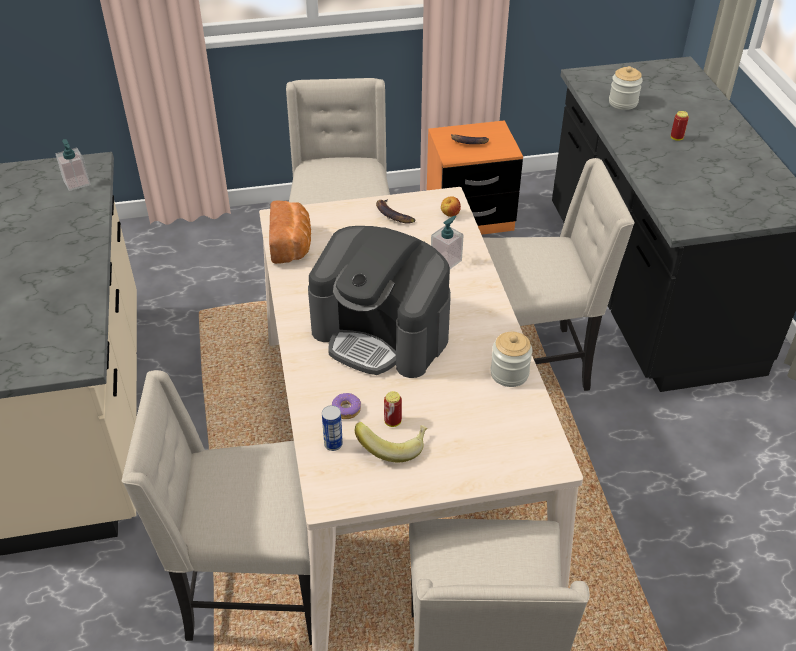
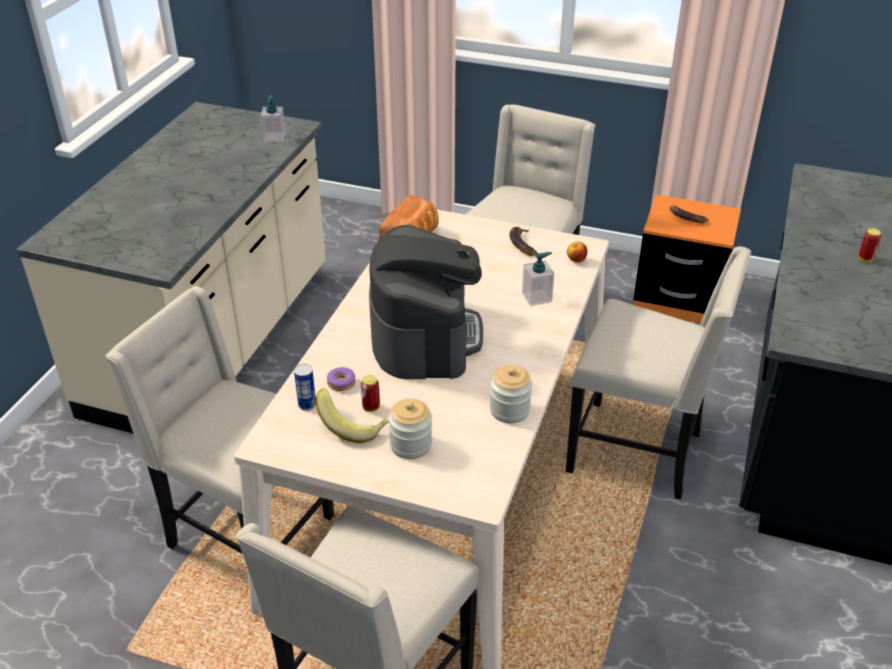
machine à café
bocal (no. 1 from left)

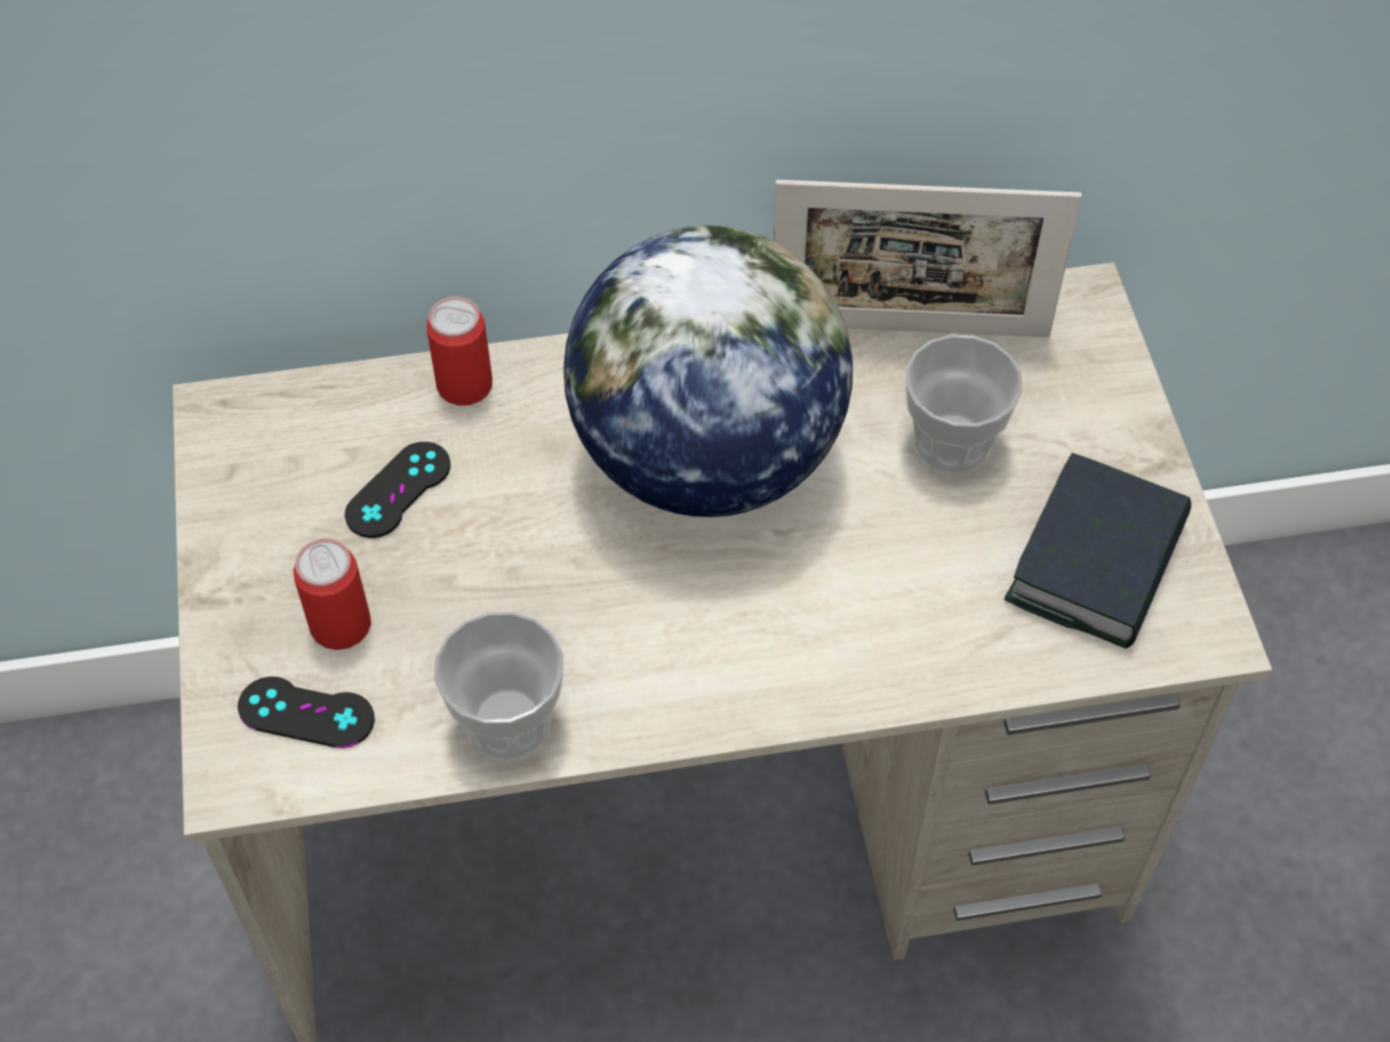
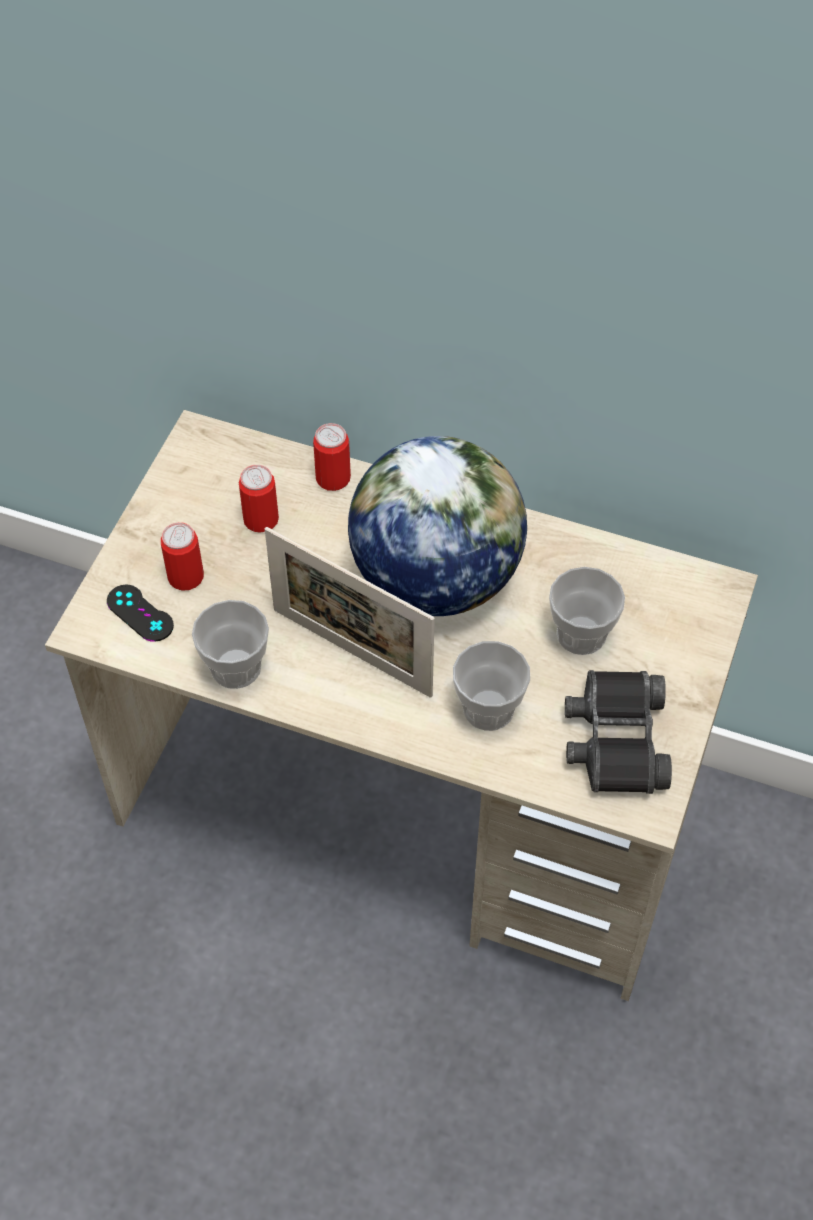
boîte métallique (no. 2 from left)
cadre photo
jumelles [noir]
tasse (no. 2 from left)

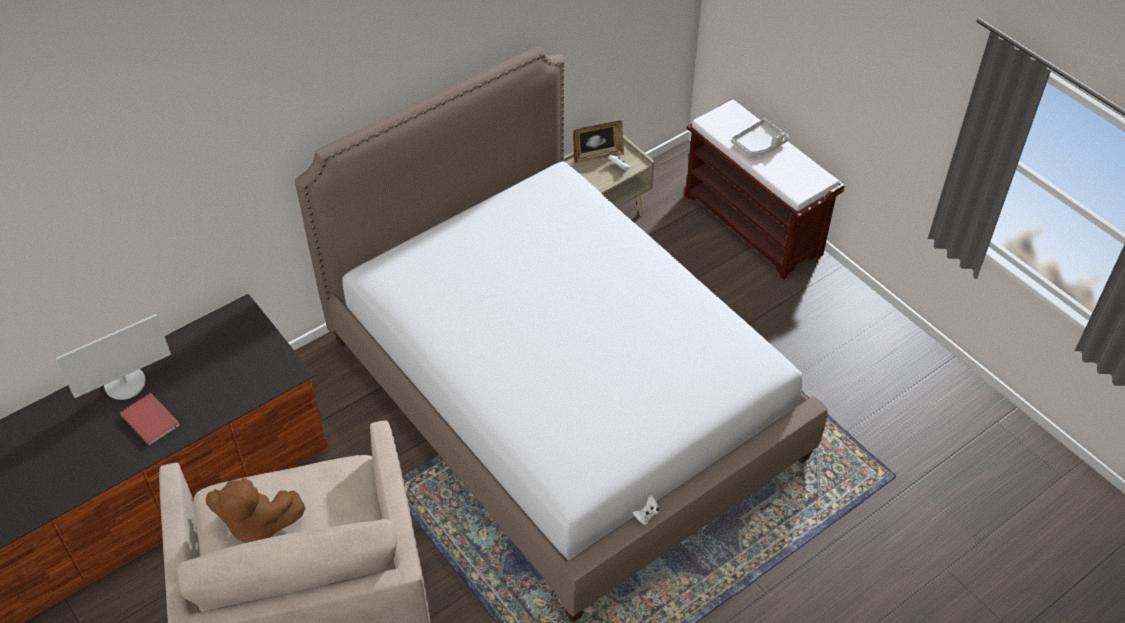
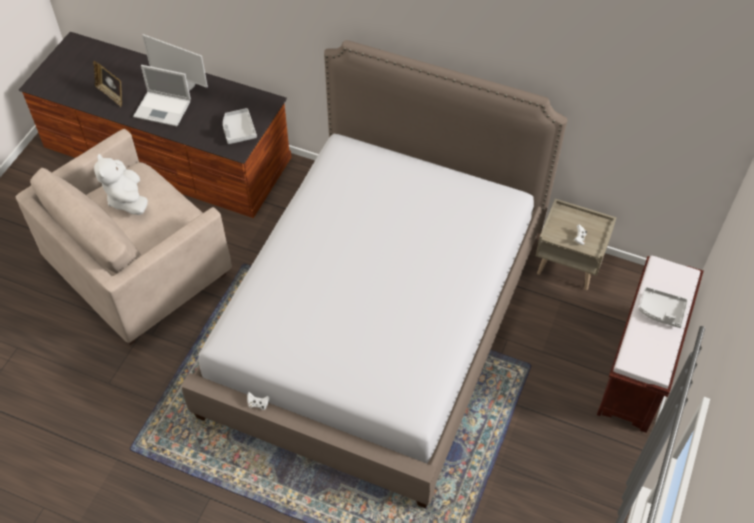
ordinateur portable
peluche [blanc]
cadre photo
plateau [gris] (no. 1 from left)

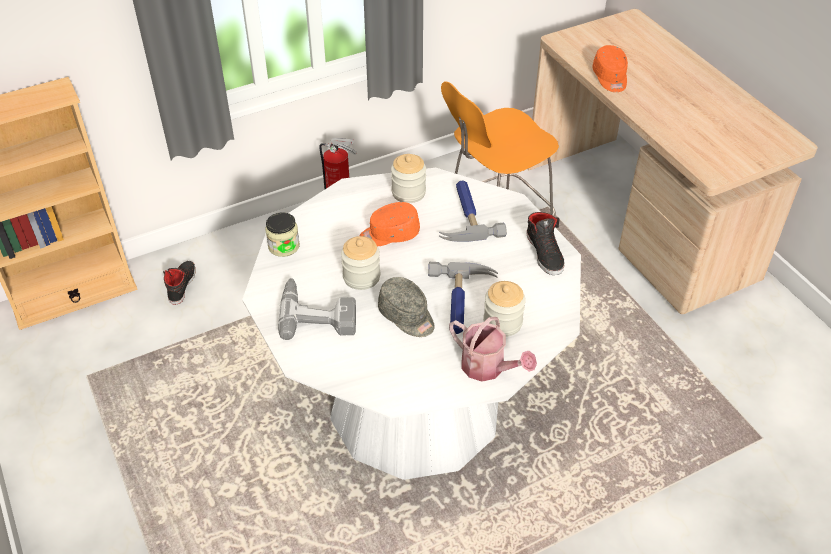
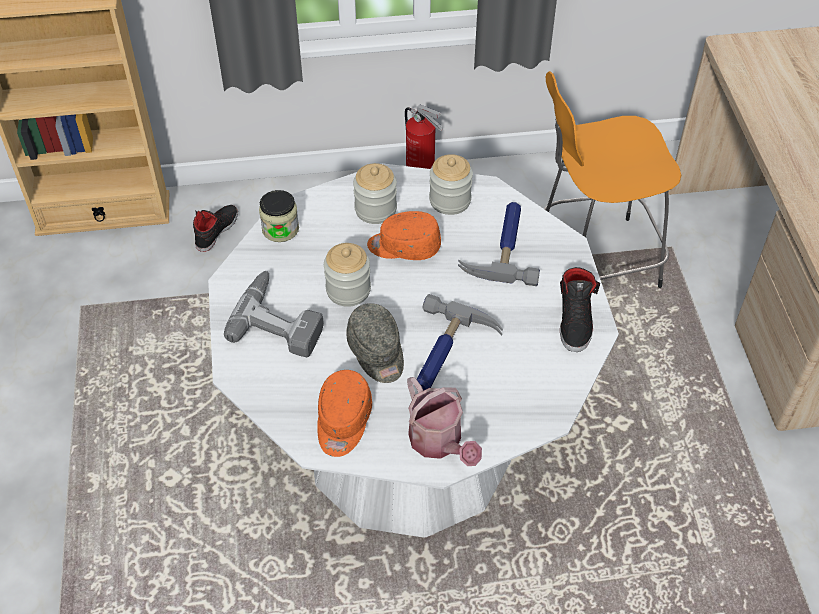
bocal (no. 3 from left)
casquette [orange] (no. 1 from left)

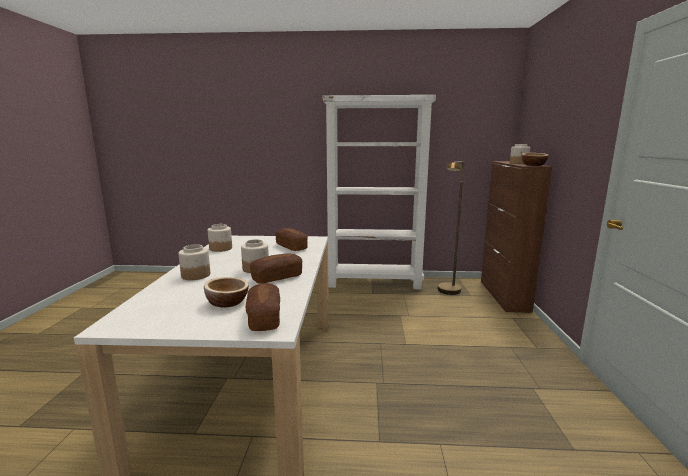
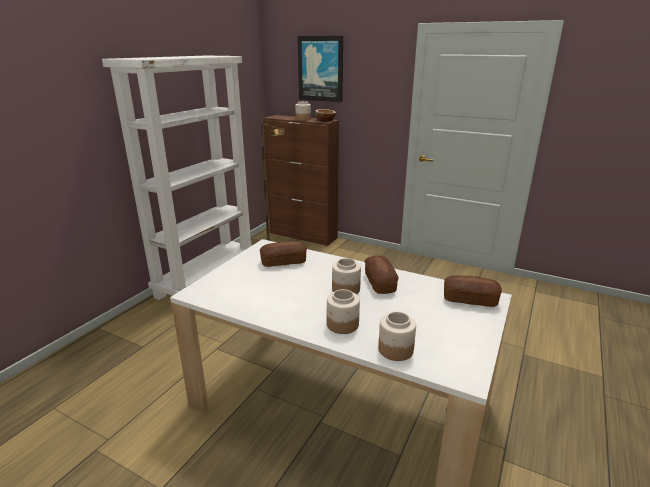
bol (no. 1 from left in the first image)
bocal (no. 4 from left)
tableau

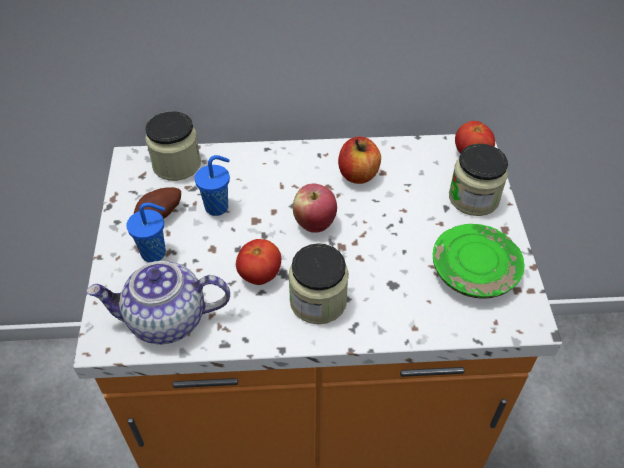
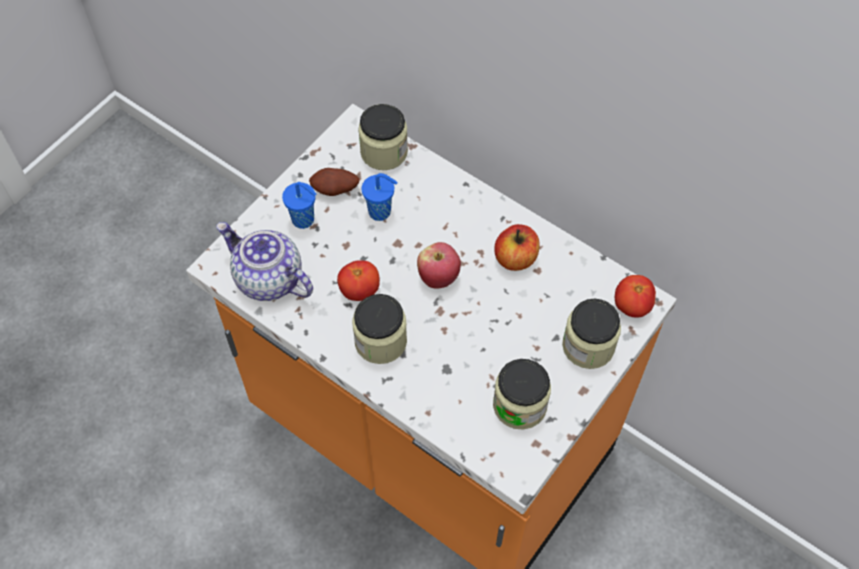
bocal (no. 3 from left)

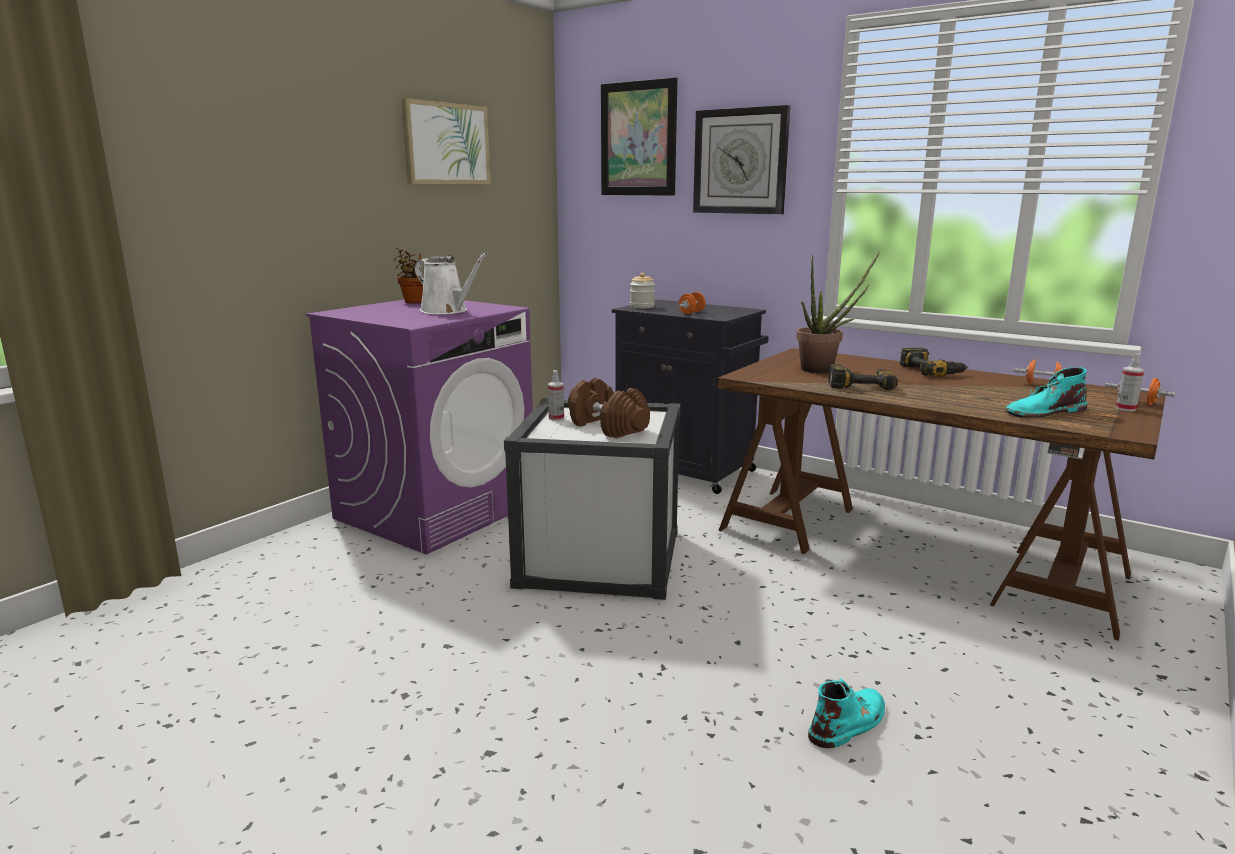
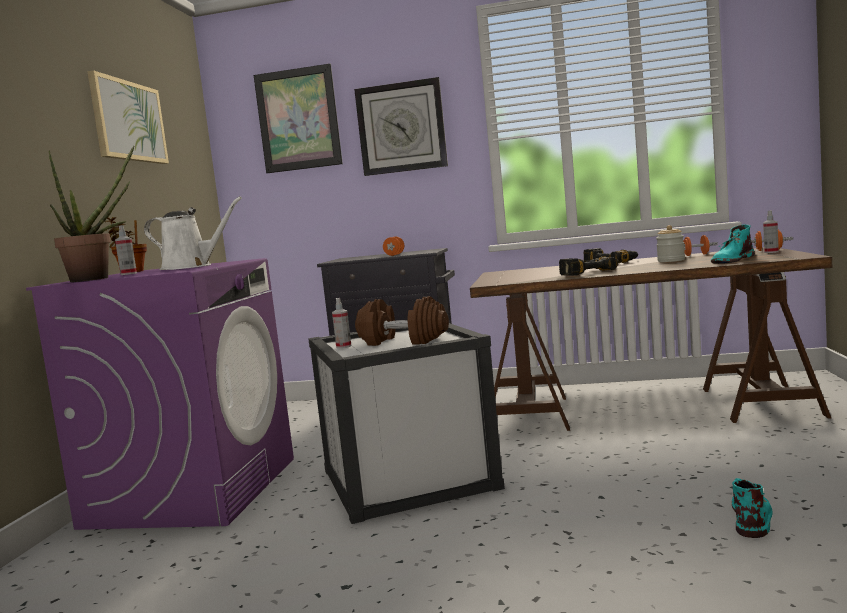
bocal
plante en pot (no. 1 from left)
vaporisateur (no. 1 from left)

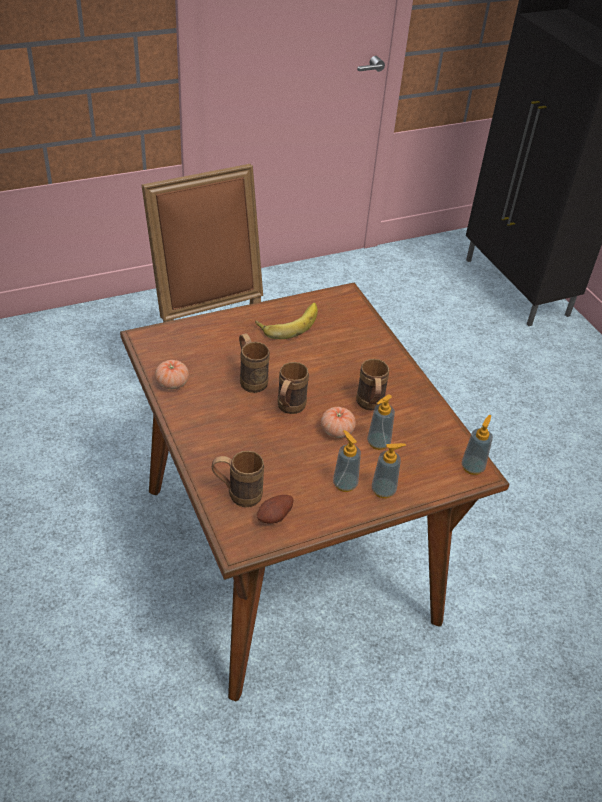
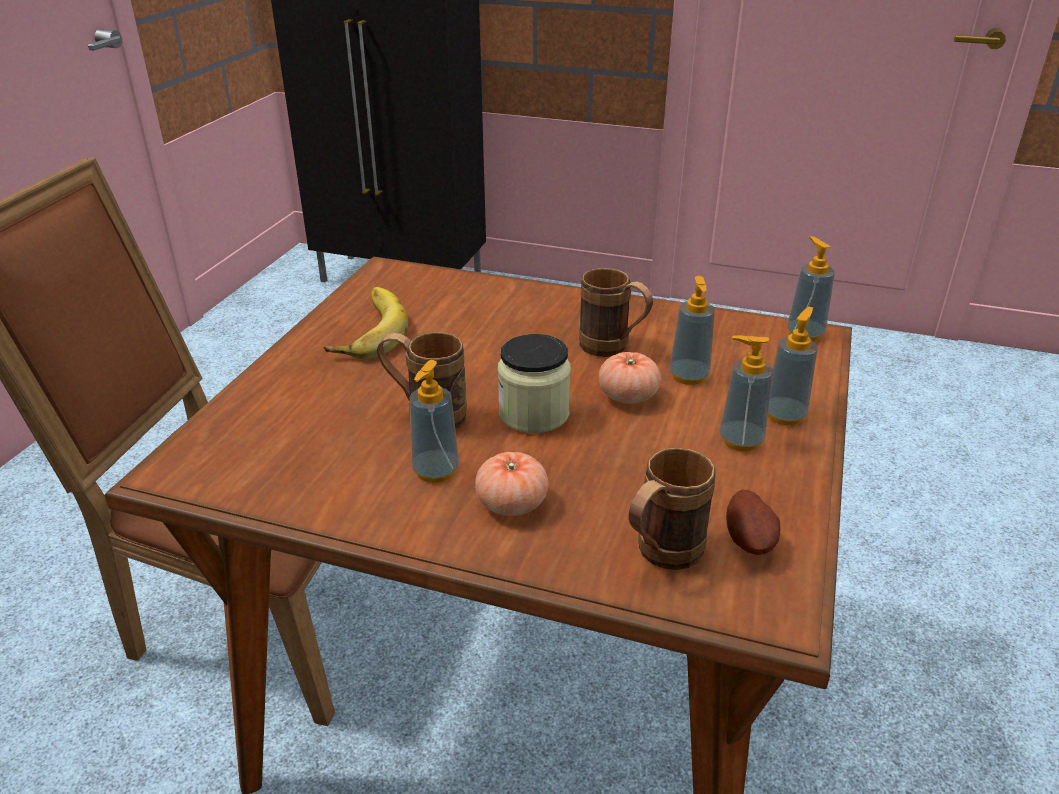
tomate (no. 1 from left)
bocal
distributeur de savon (no. 1 from left)

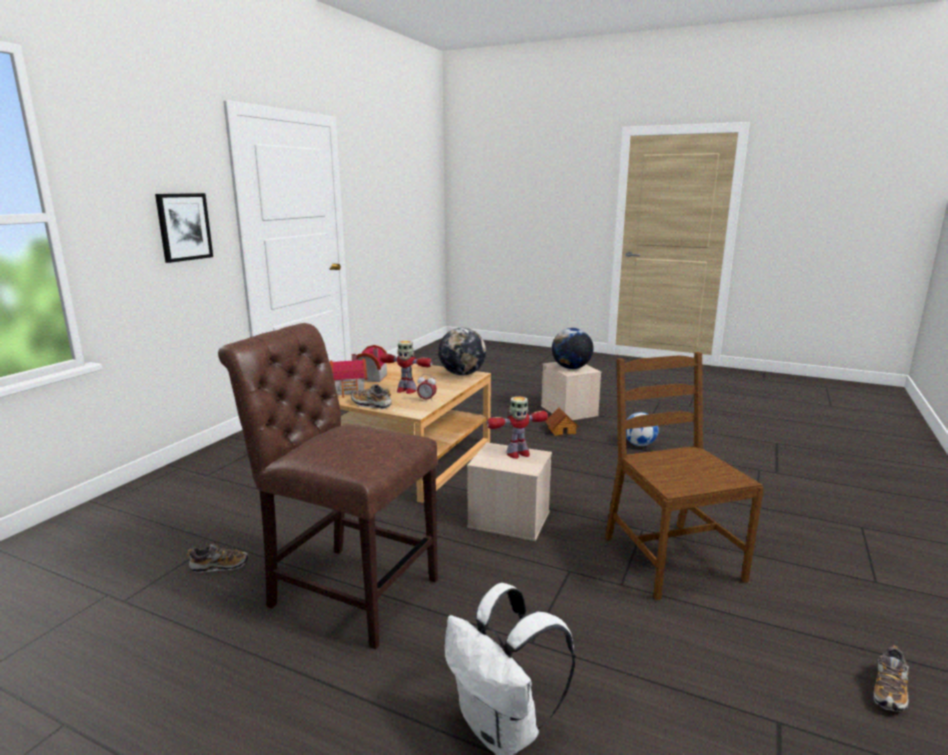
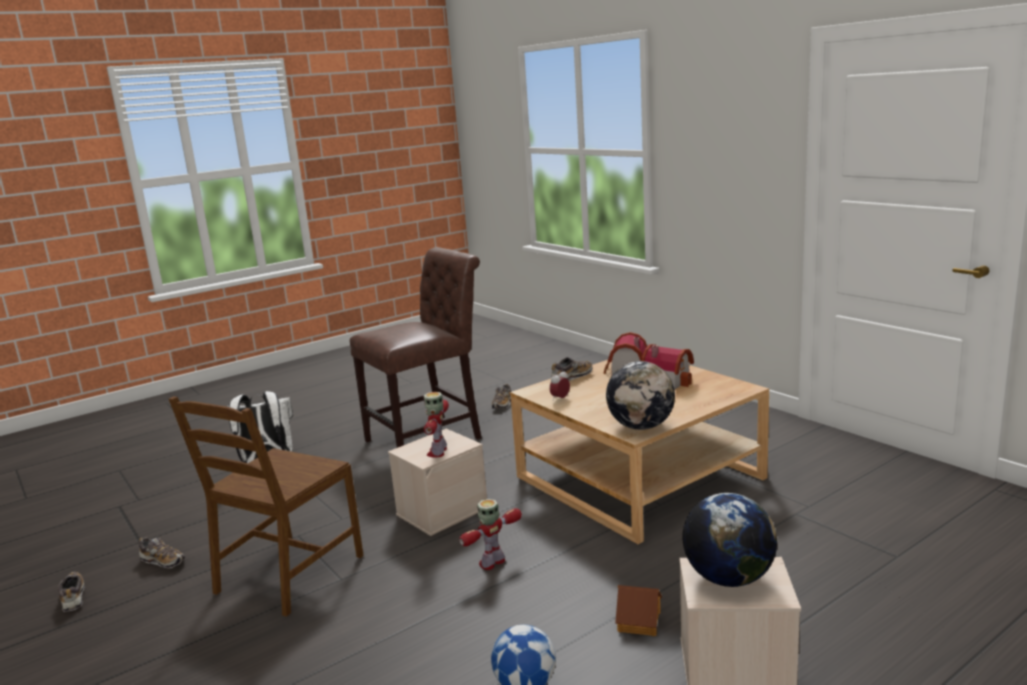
tableau
robot jouet (no. 2 from left)
chaise [marron] (no. 1 from left)
chaussure (no. 2 from left)

